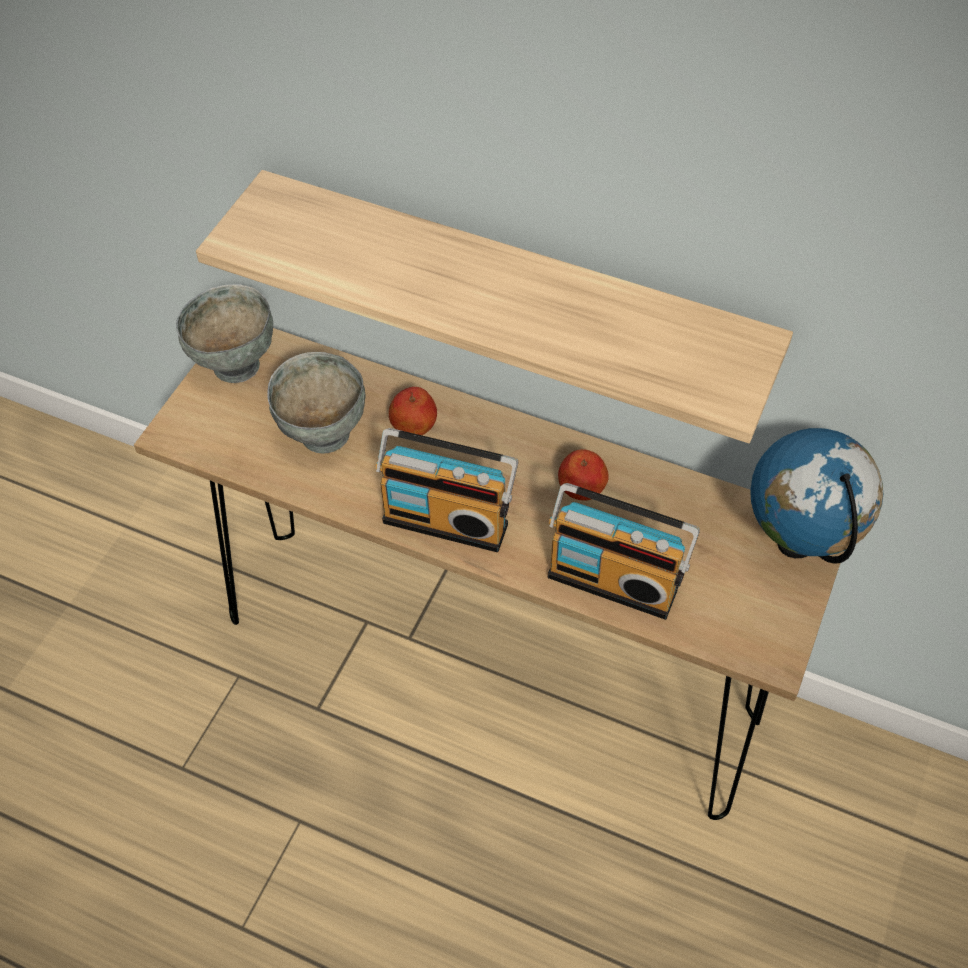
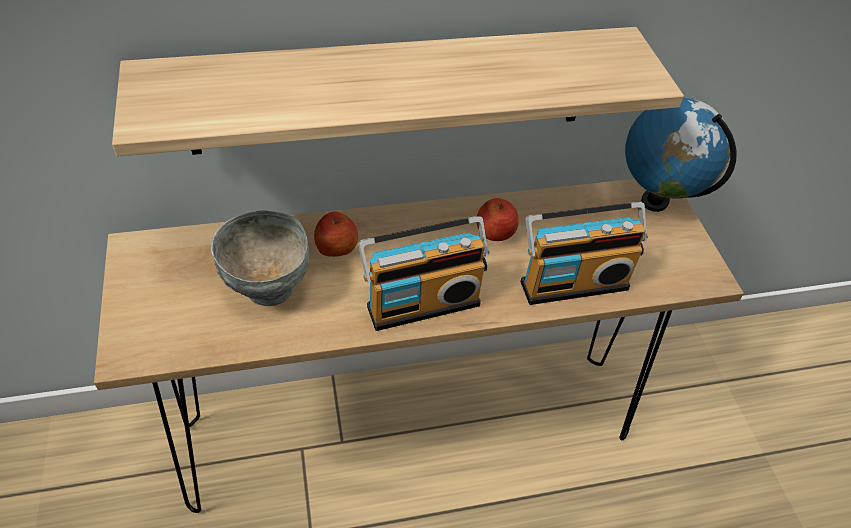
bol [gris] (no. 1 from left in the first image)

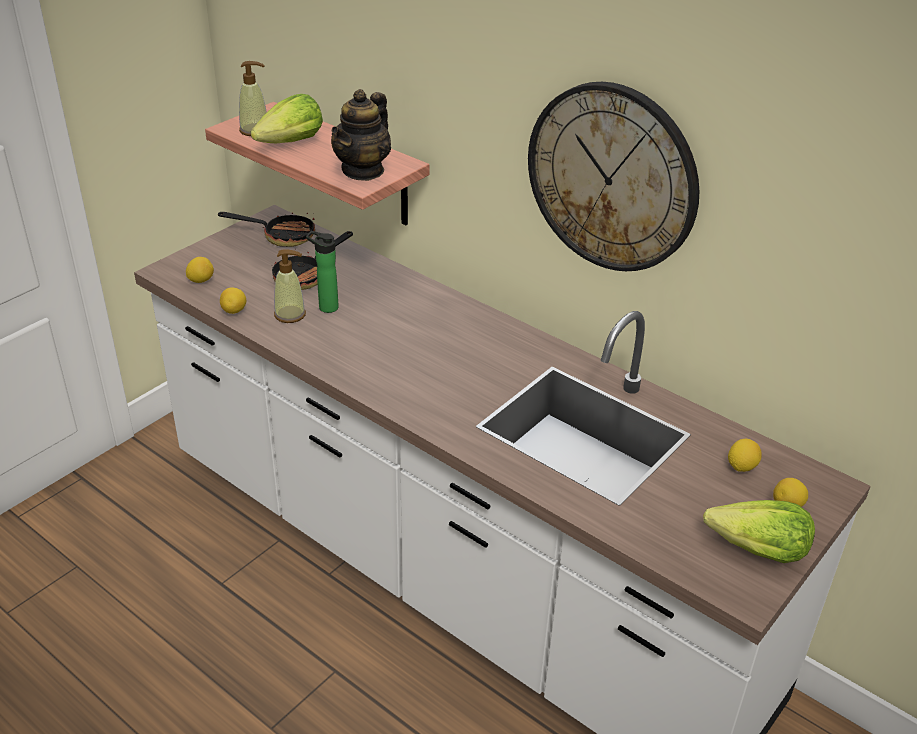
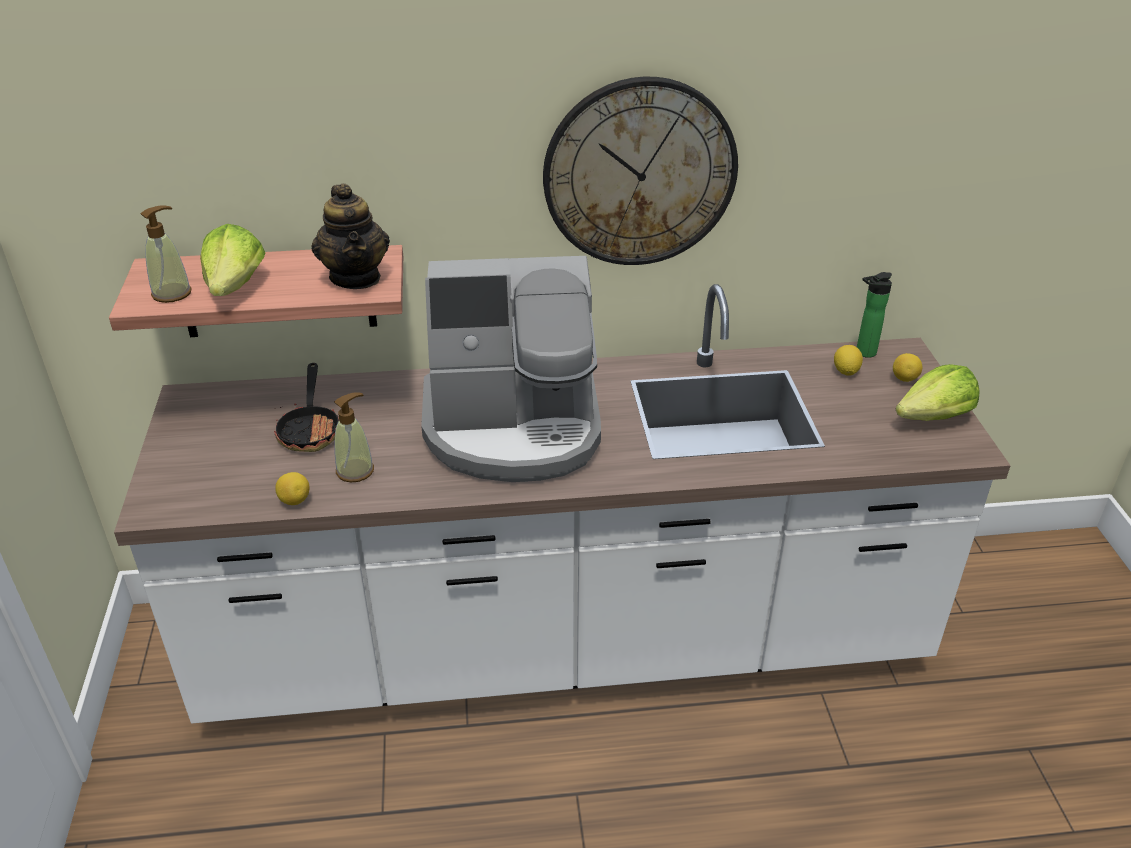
citron (no. 1 from left in the first image)
poêle (no. 1 from left in the first image)
bouteille
machine à café

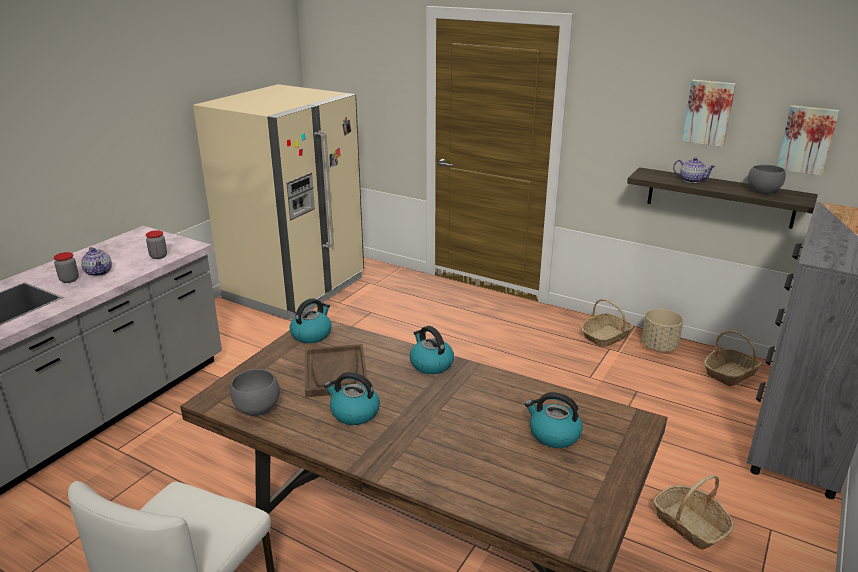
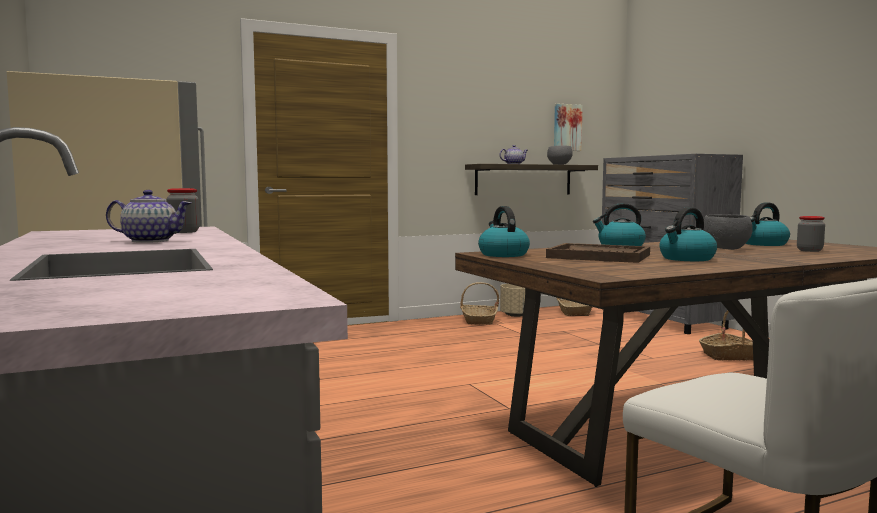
bocal (no. 2 from left)
bol [gris] (no. 2 from left)
tableau (no. 1 from left in the first image)

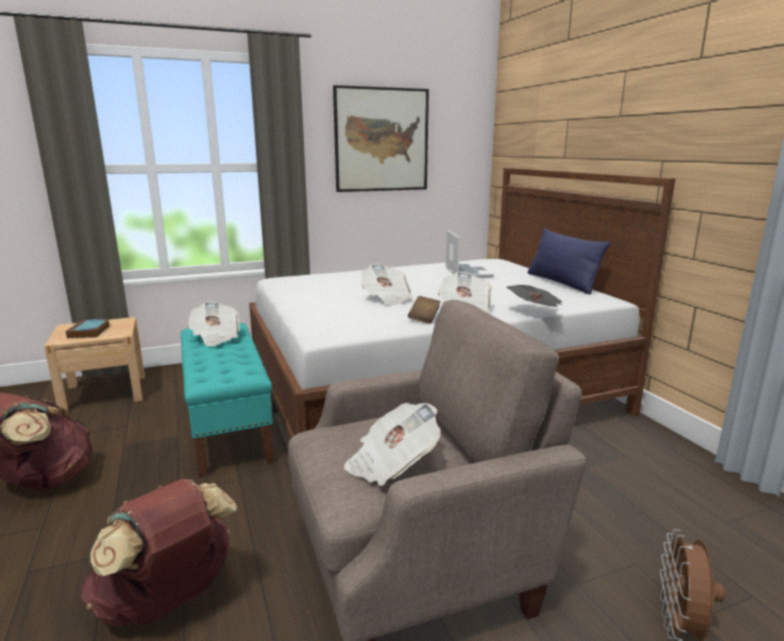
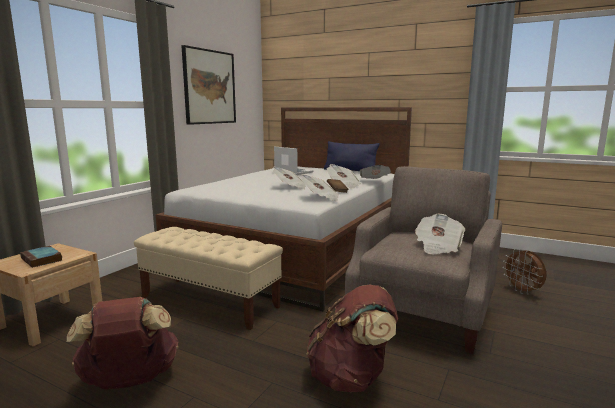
banc [beige]
journal (no. 2 from left)

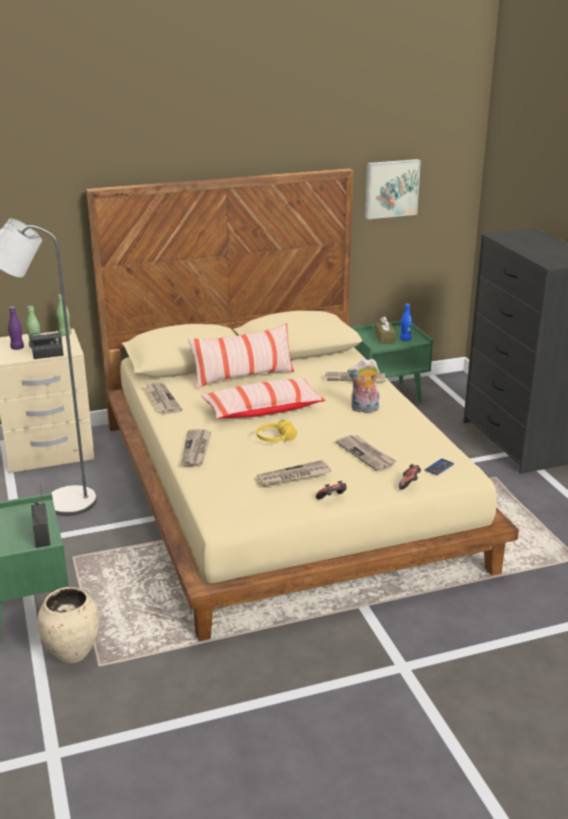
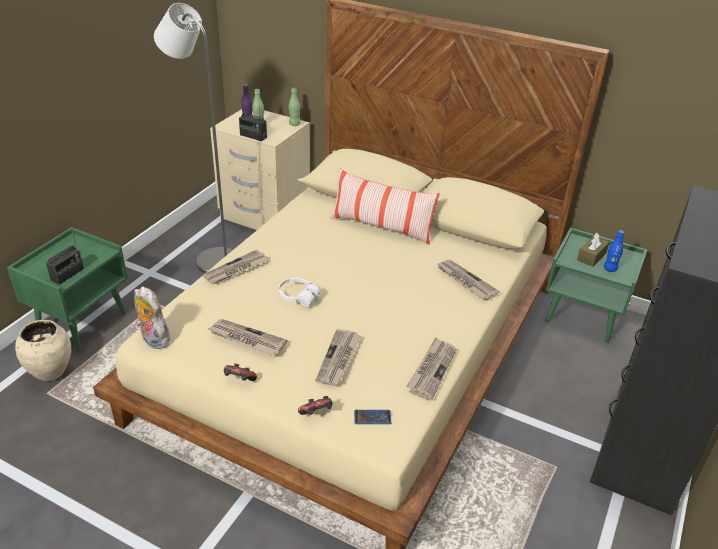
journal (no. 4 from left)
coussin (no. 2 from left in the first image)
casque audio [blanc]
peluche
tableau

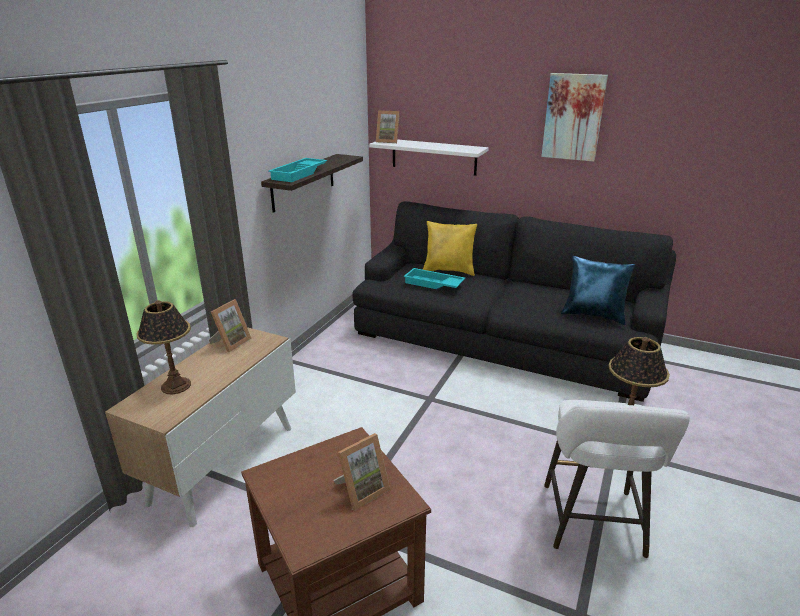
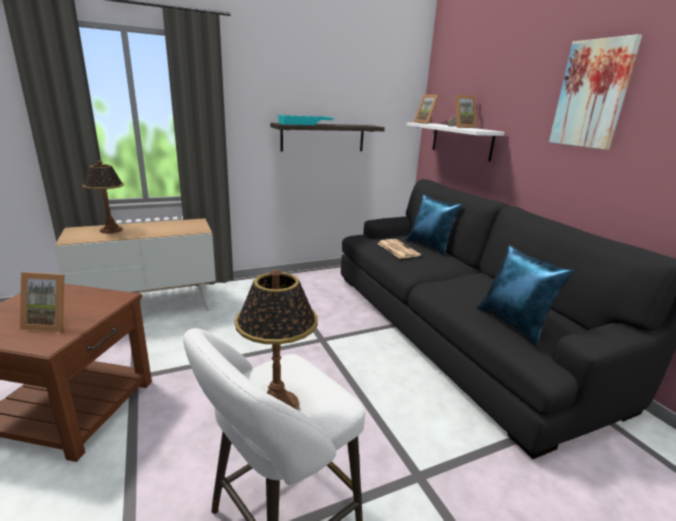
cadre photo (no. 3 from left)
journal
coussin [bleu] (no. 1 from left)

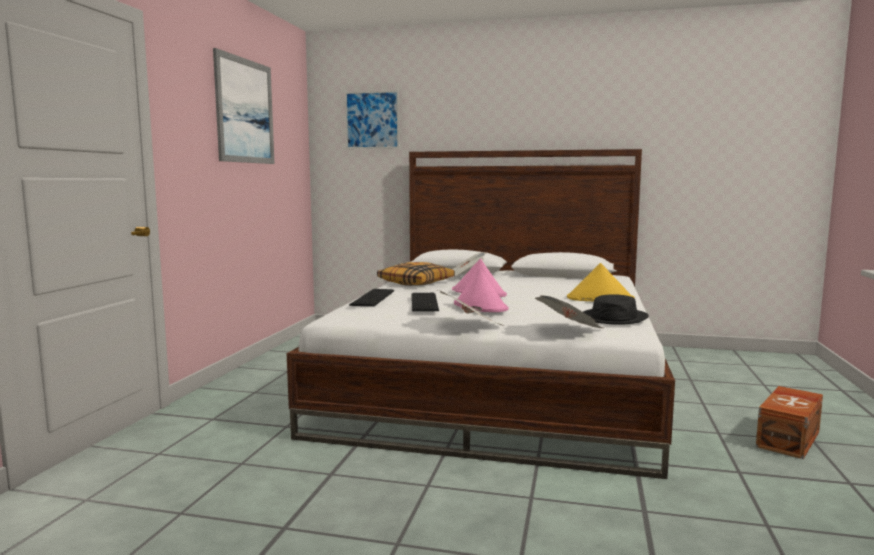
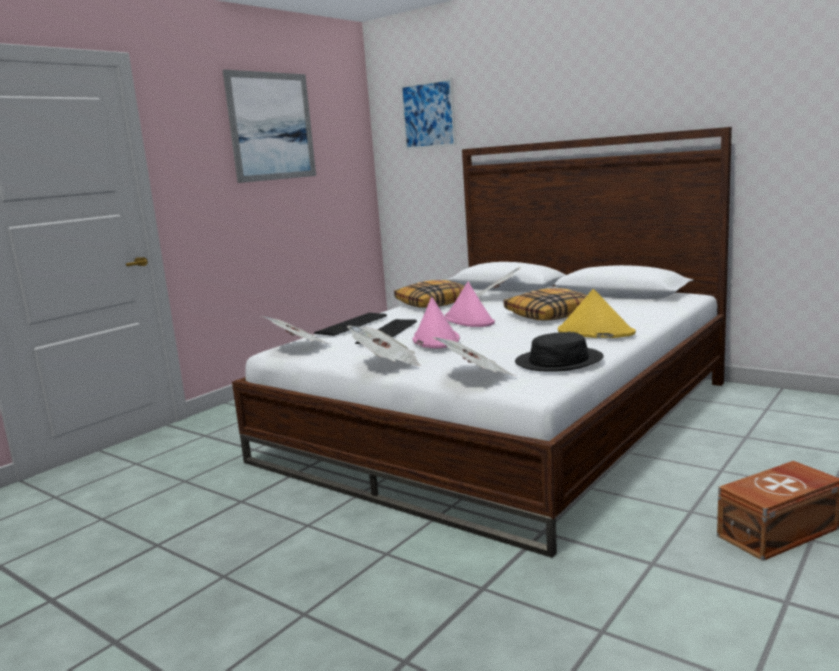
journal (no. 1 from left)
coussin (no. 2 from left)

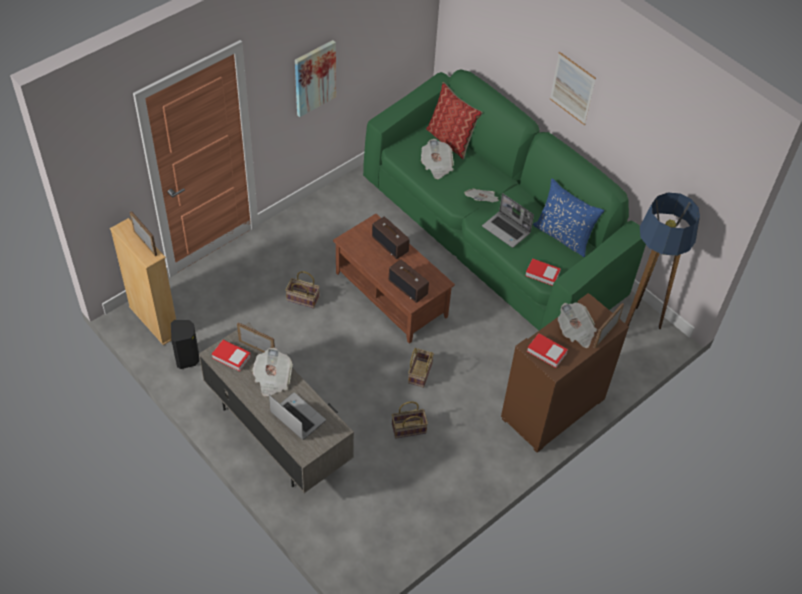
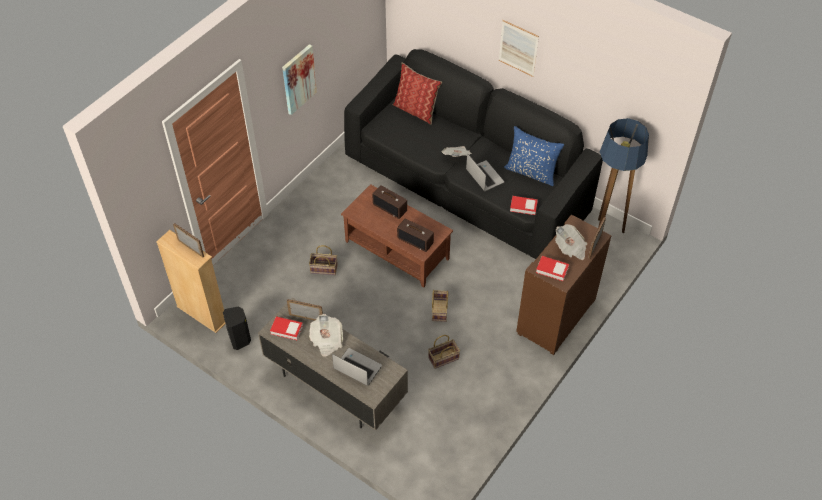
canapé [noir]
journal (no. 2 from left in the first image)
ordinateur portable (no. 2 from left)

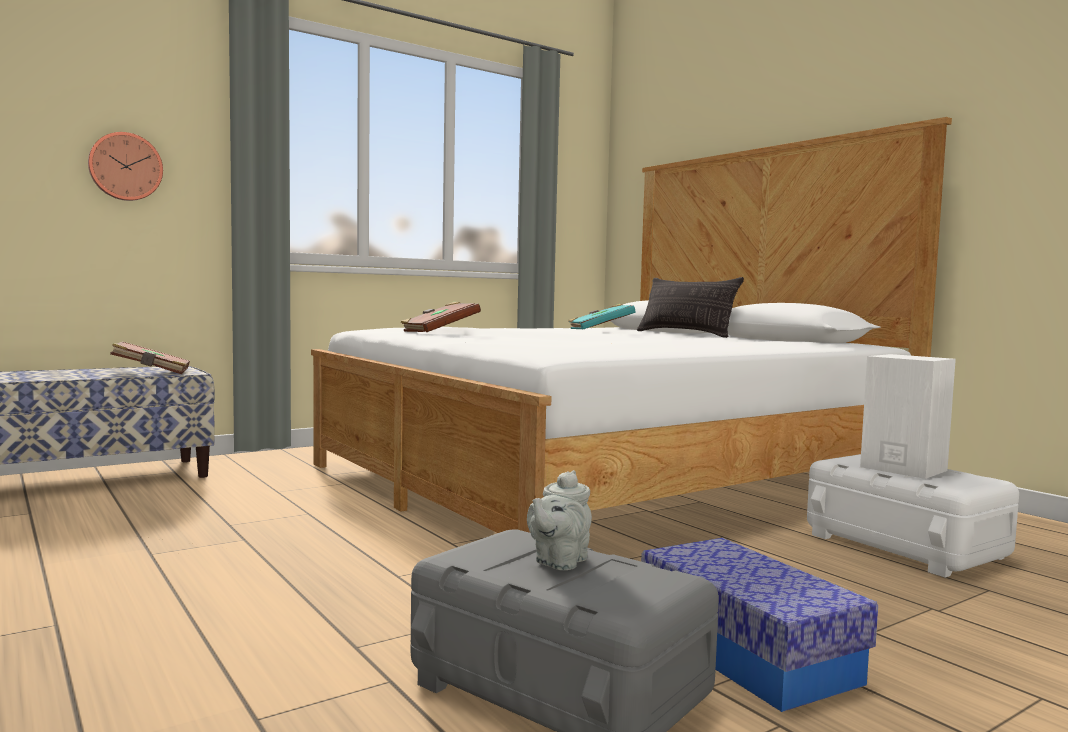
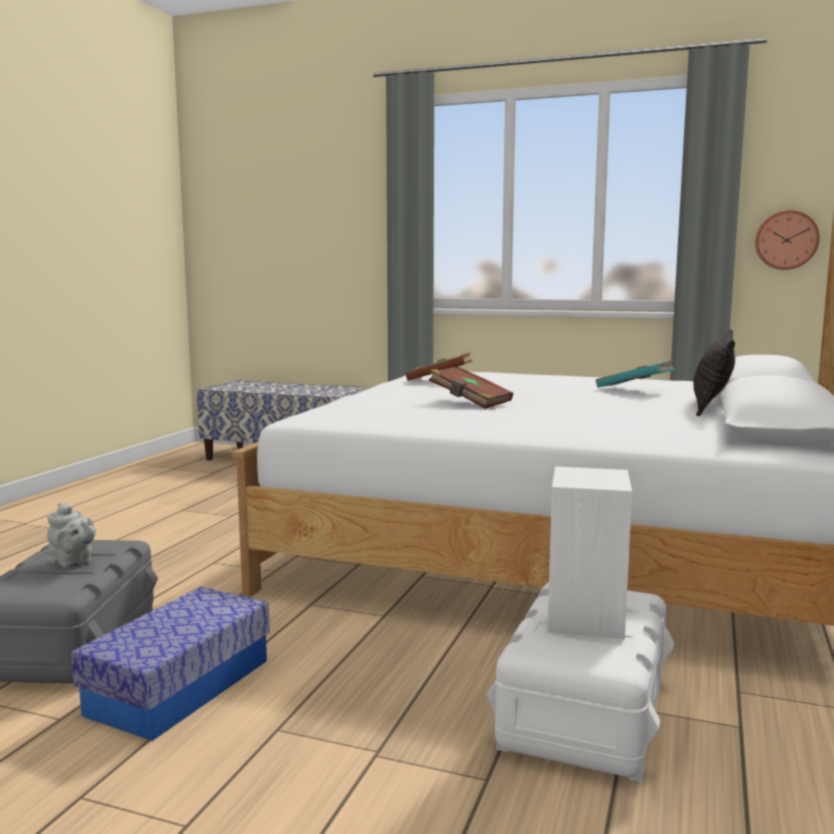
horloge murale
livre [marron] (no. 2 from left)
théière [gris]

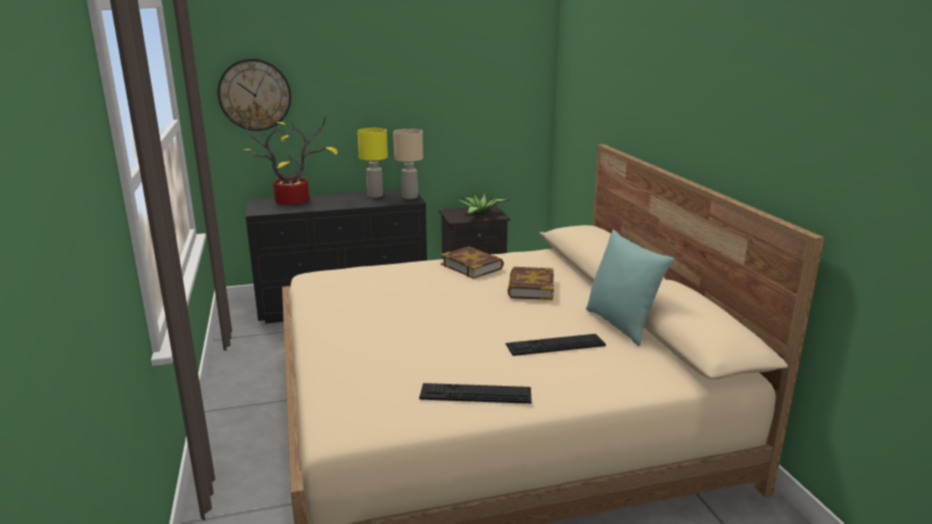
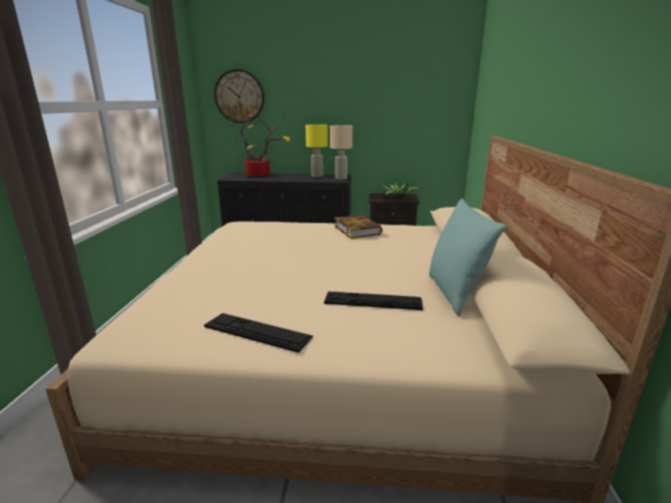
livre (no. 2 from left in the first image)

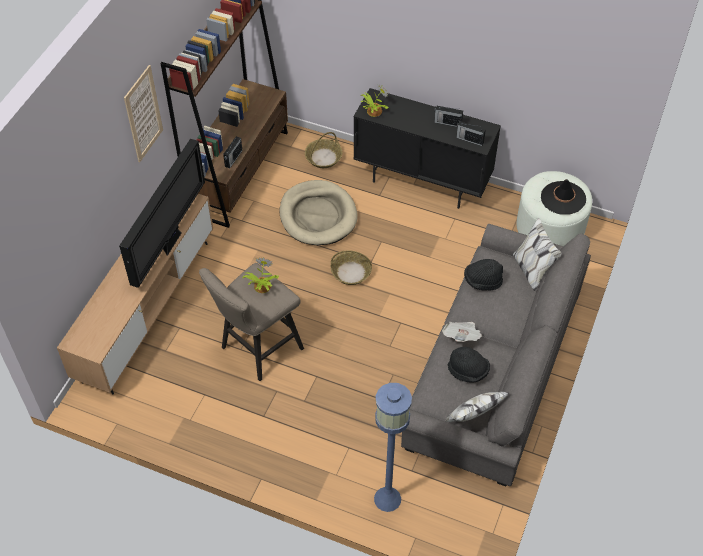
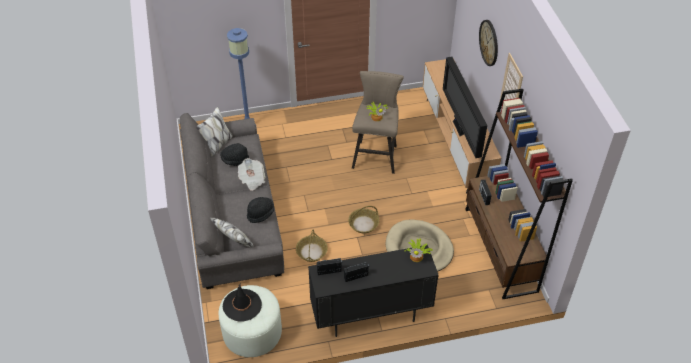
panier (no. 1 from left)
horloge murale

